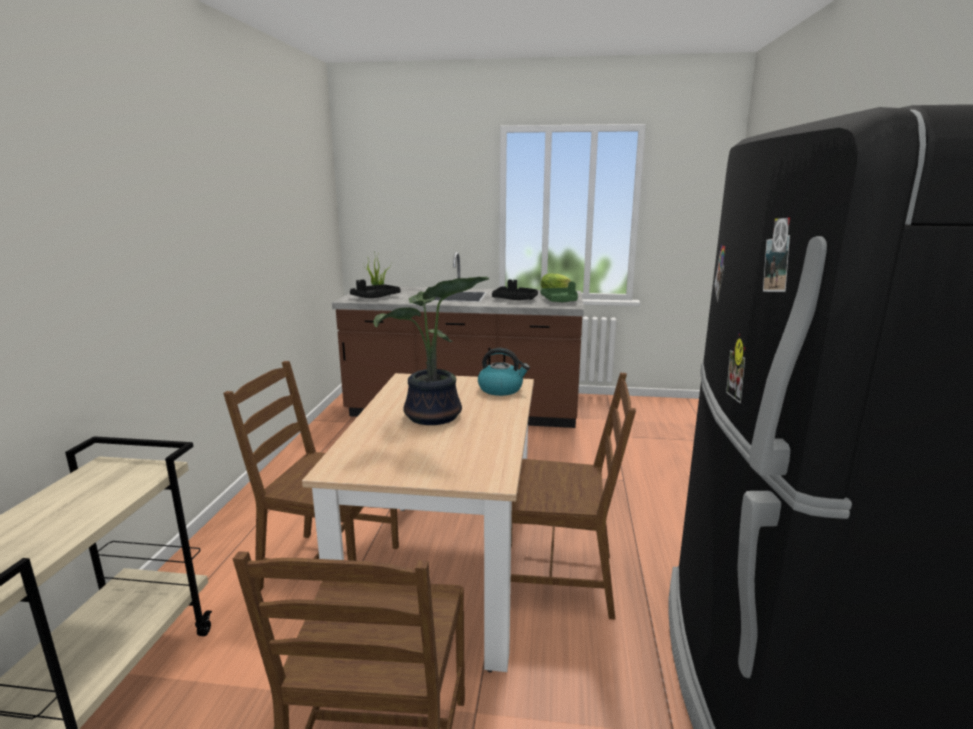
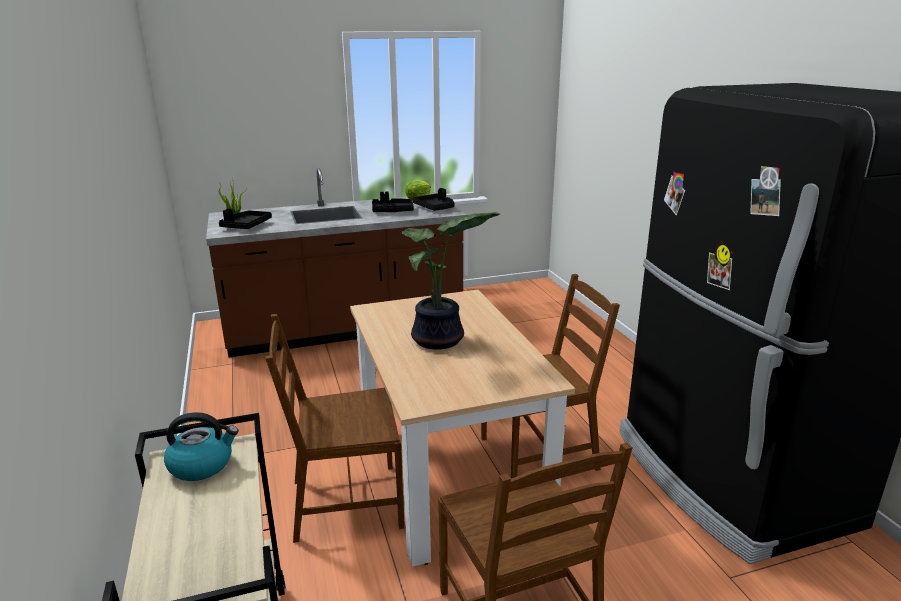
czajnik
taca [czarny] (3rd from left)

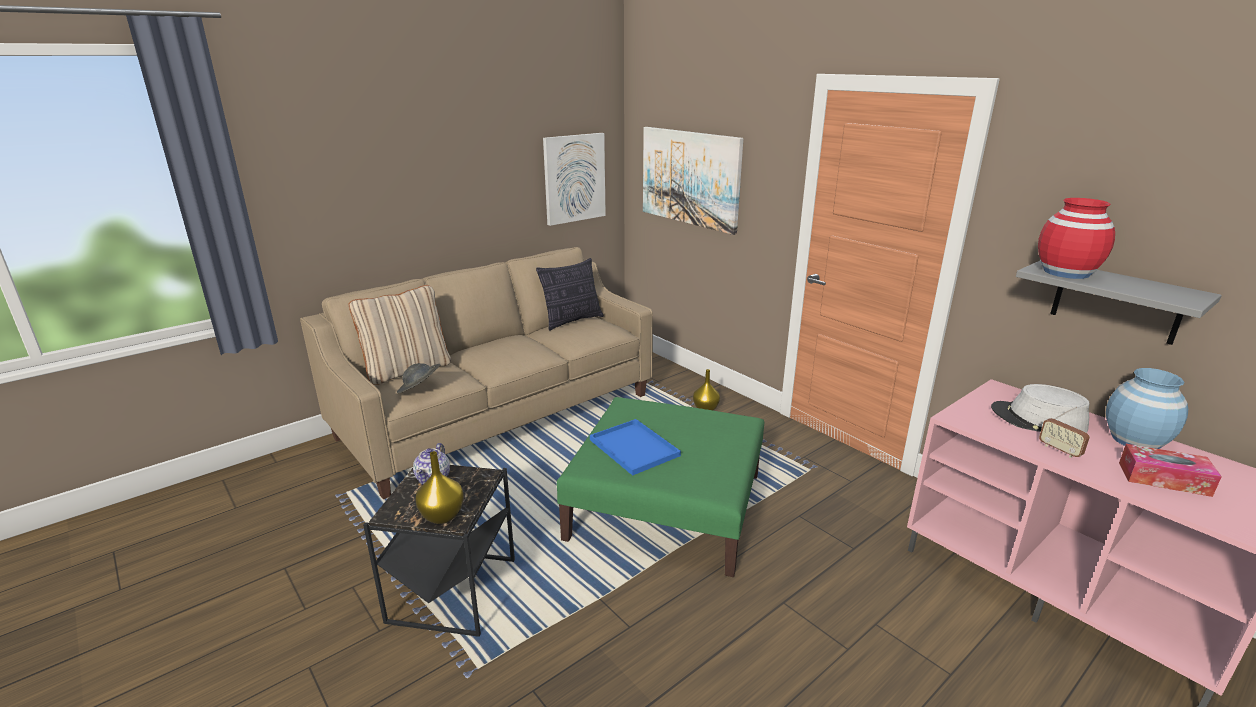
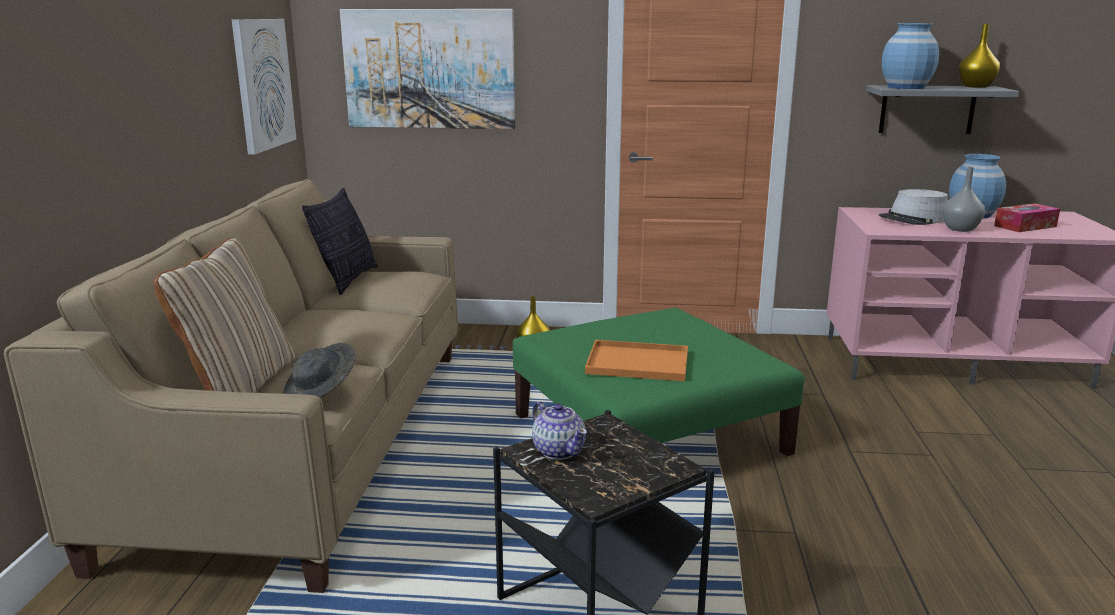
wazon [żółty] (2nd from left)
wazon [szary]
taca [pomarańczowy]
wazon [niebieski] (1st from left)

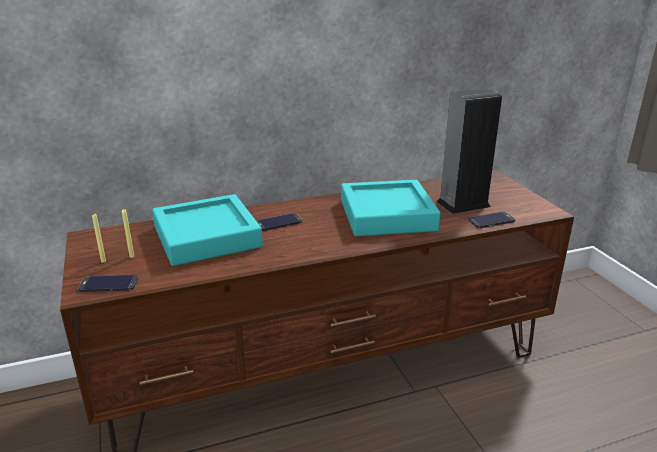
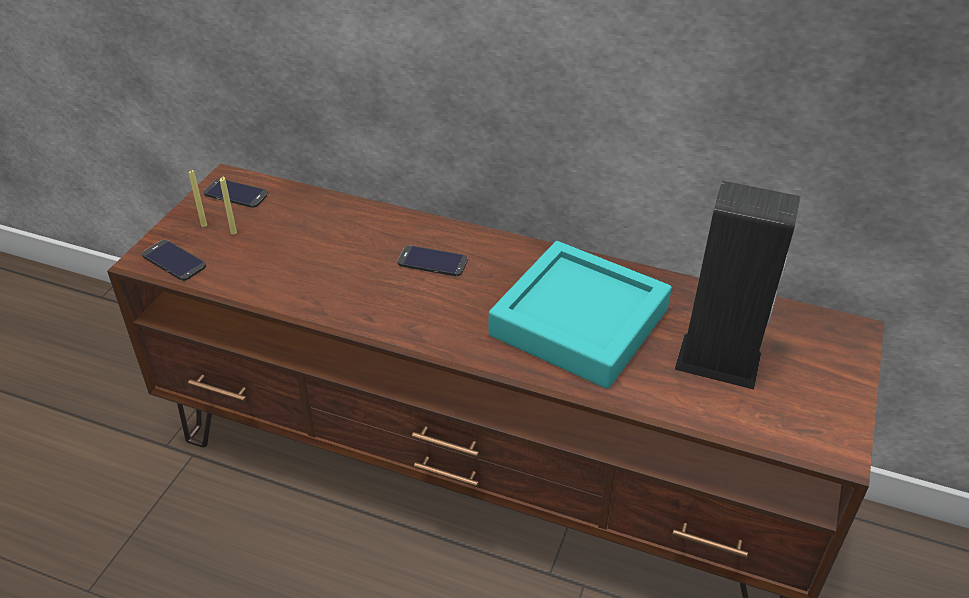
taca [turkusowy] (1st from left in the first image)
telefon (2nd from left)

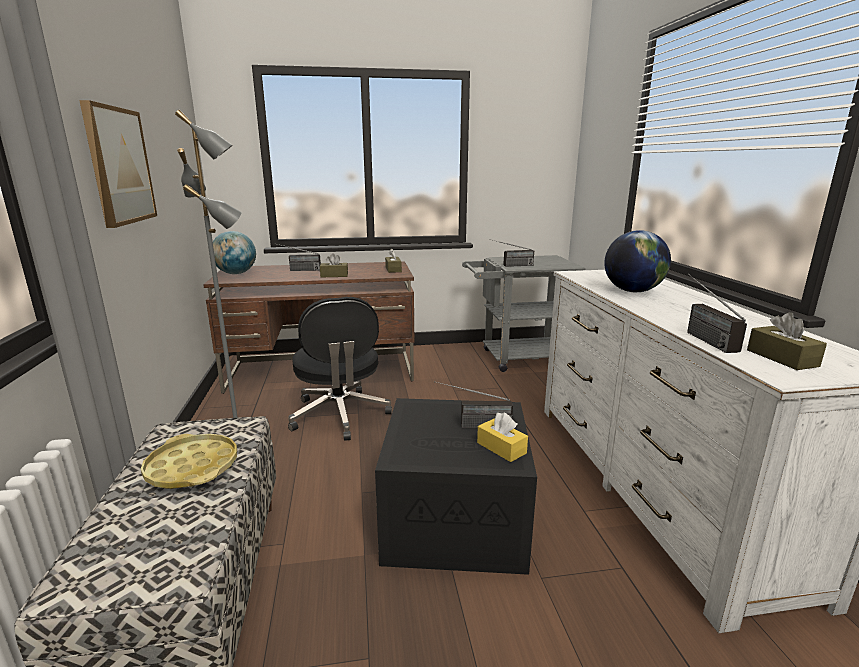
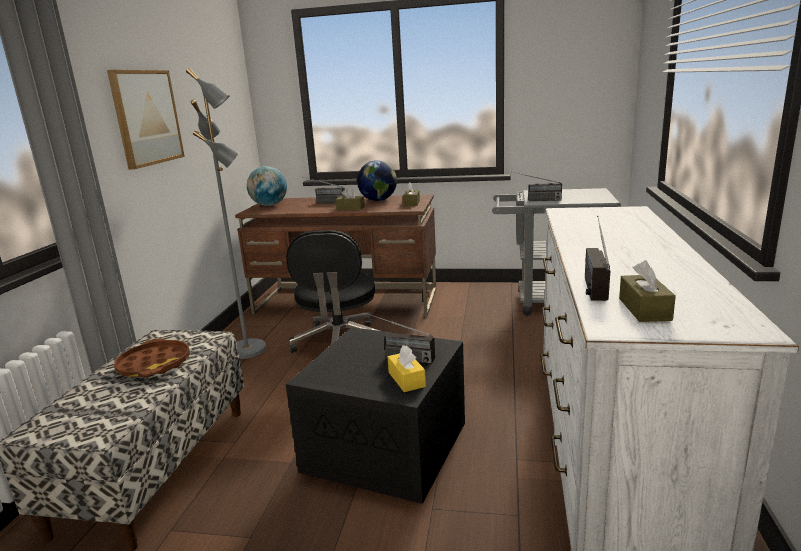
globus (2nd from left)
taca [brązowy]

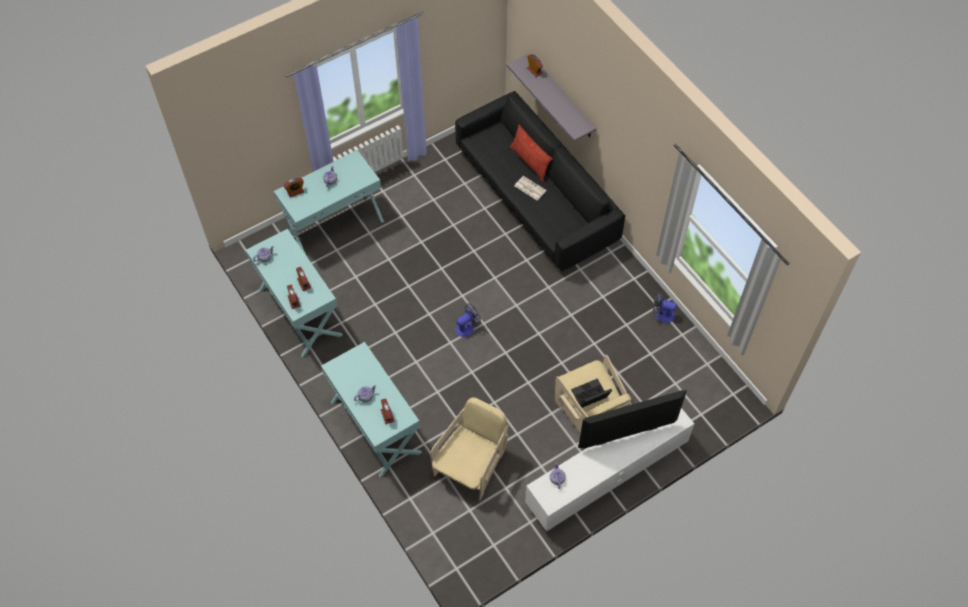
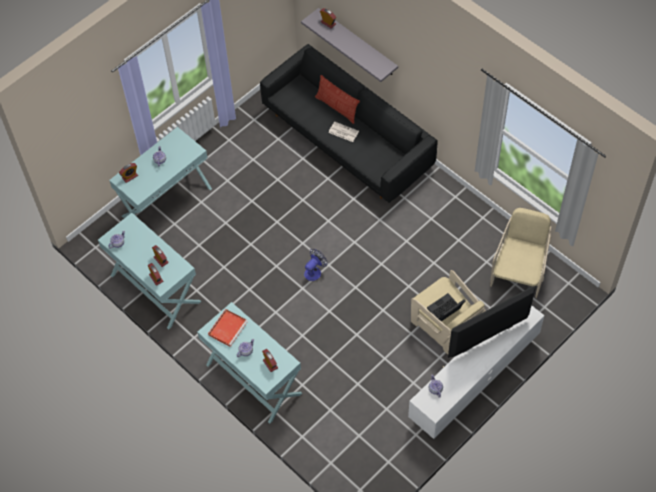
wentylator (2nd from left in the first image)
taca [czerwony]
fotel [beżowy] (2nd from left)

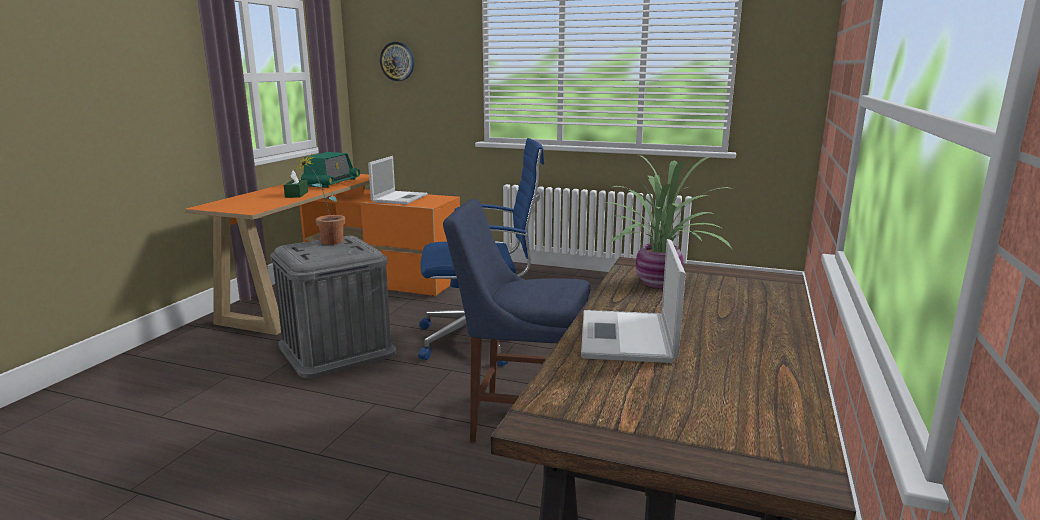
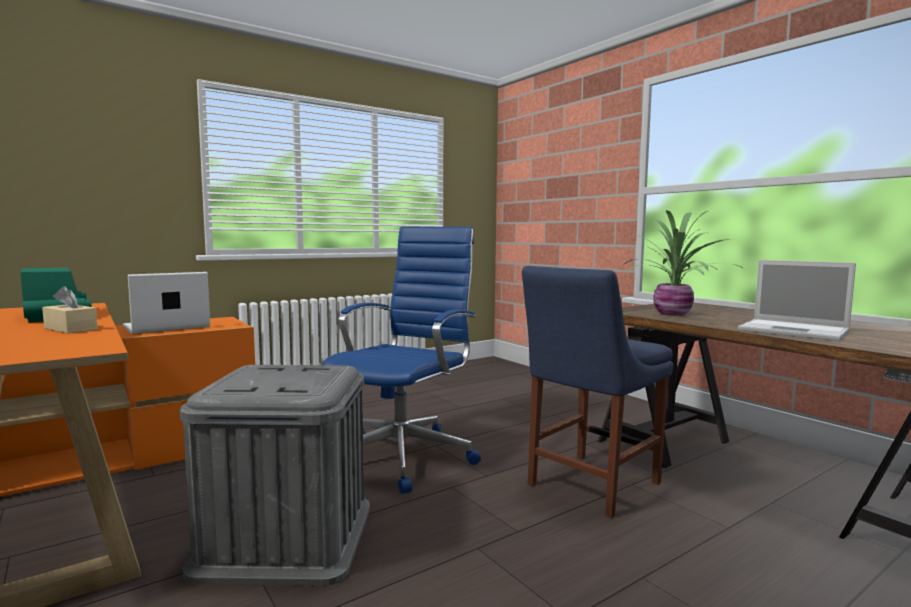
roślina doniczkowa (1st from left in the first image)
zegar ścienny
pudełko chusteczek [beżowy]
laptop (1st from left)

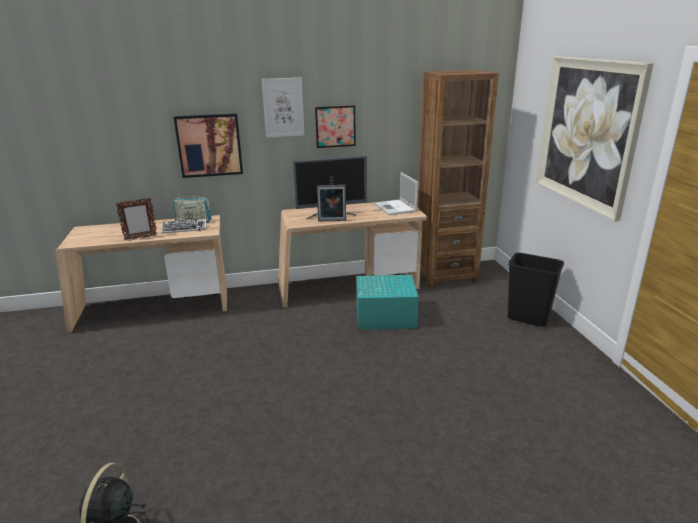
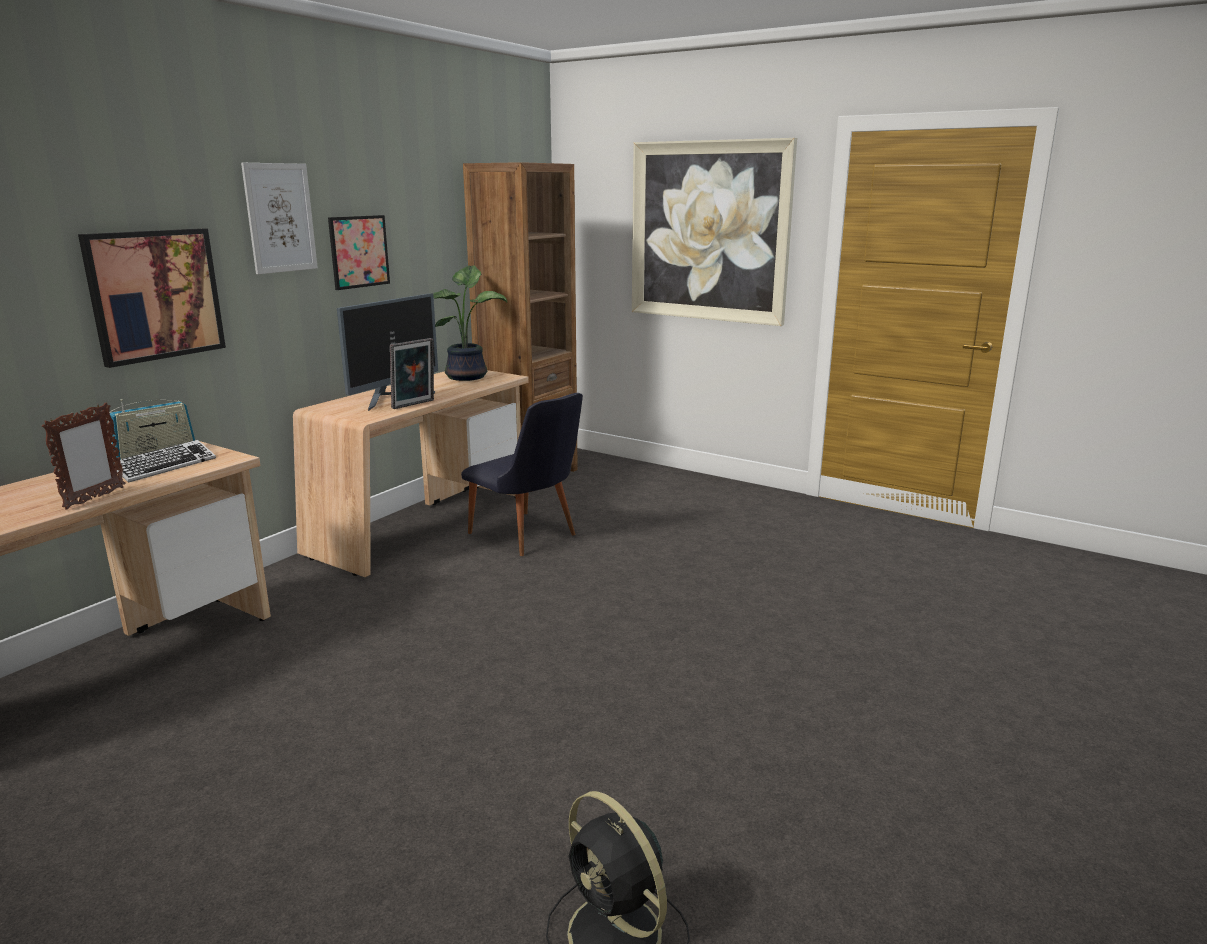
kosz na śmieci [czarny]
krzesło [czarny]
roślina doniczkowa

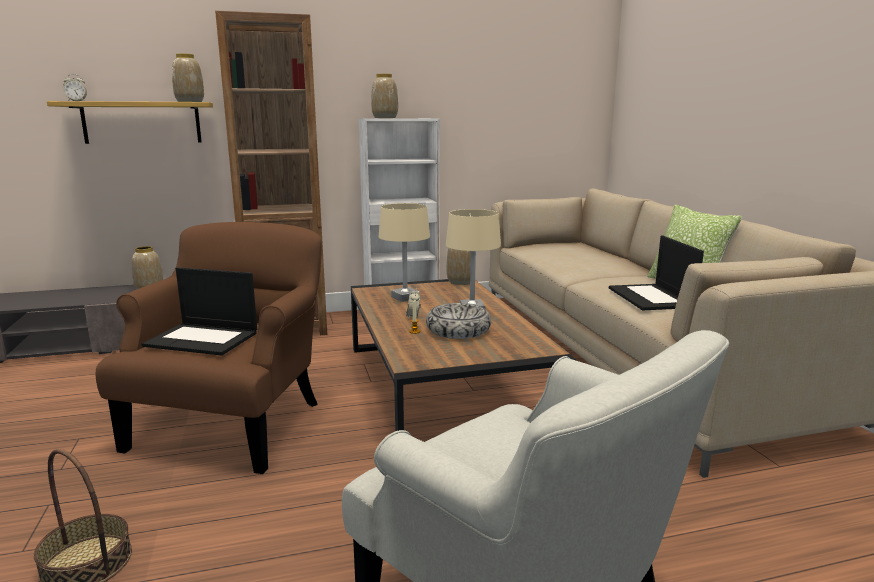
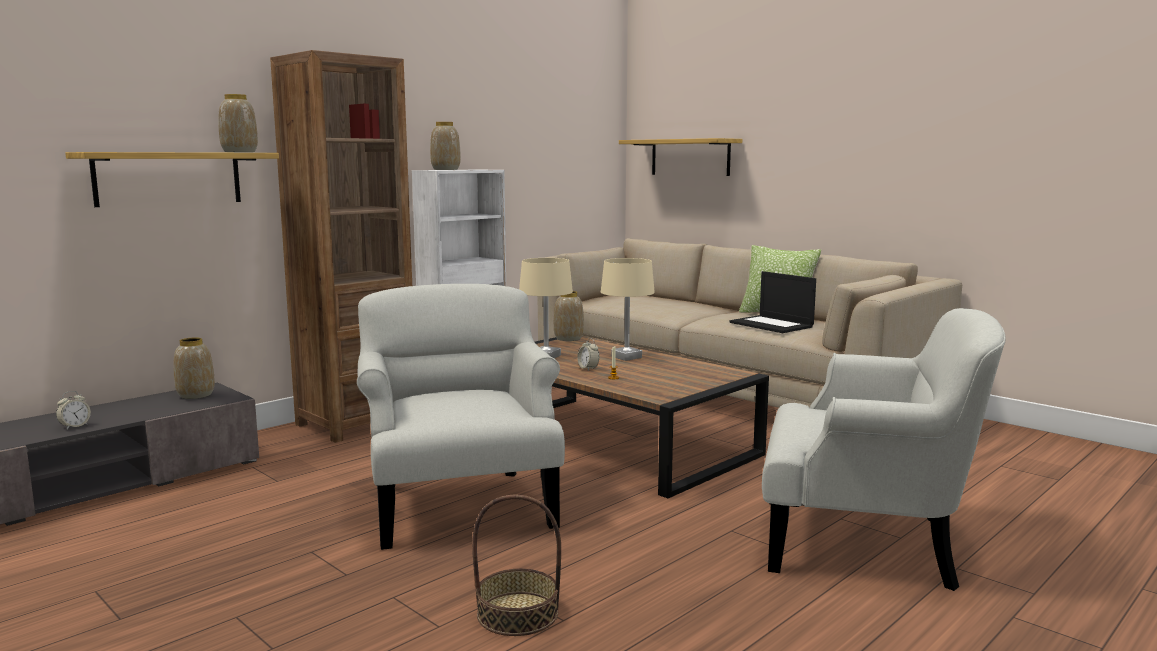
laptop (1st from left in the first image)
miska
półka (2nd from left)
budzik (1st from left)
fotel [biały] (1st from left)

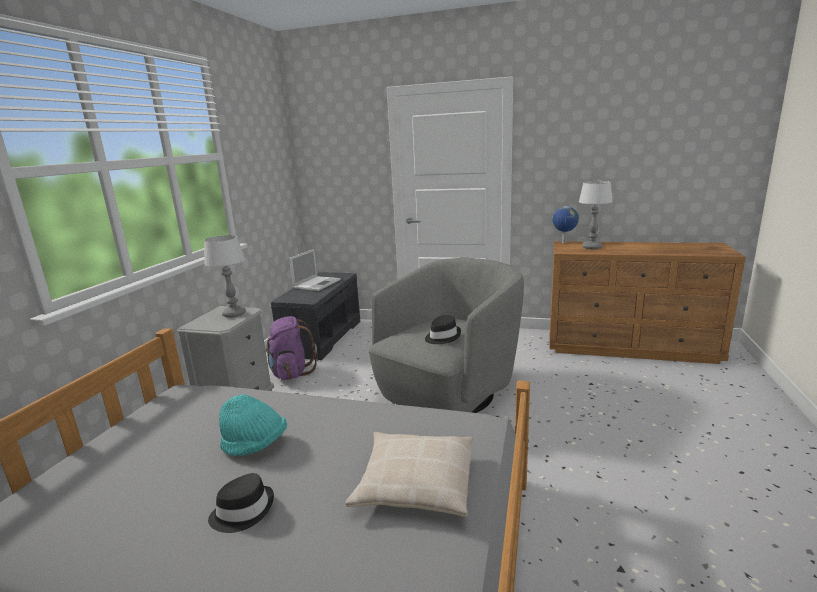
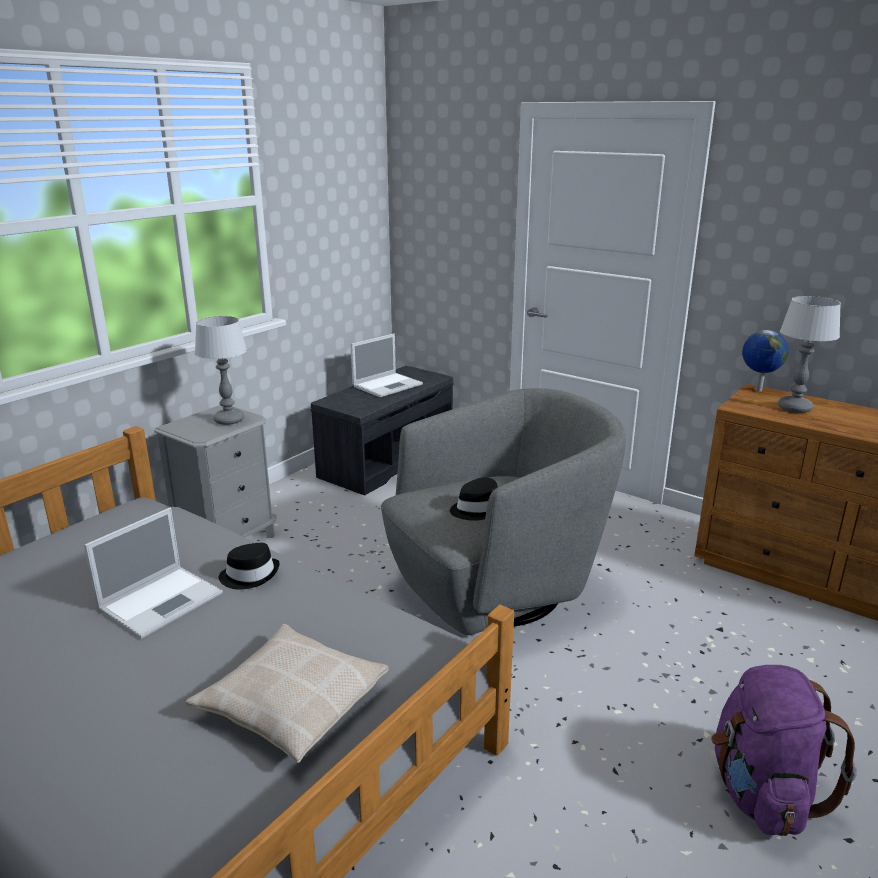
kapelusz [czarny] (1st from left)
plecak [fioletowy]
laptop (1st from left)

